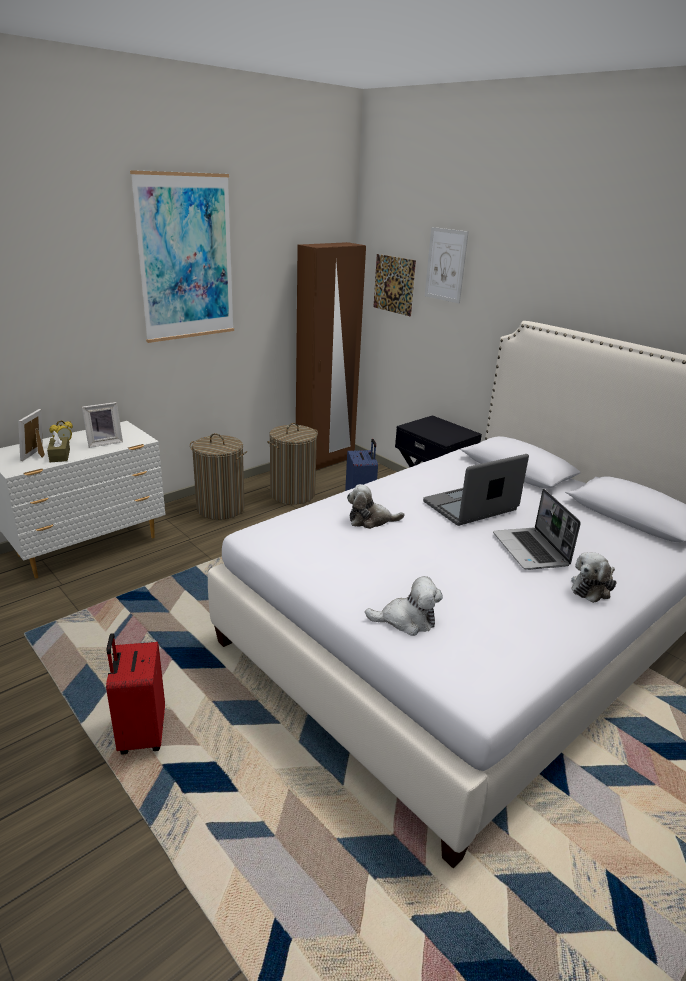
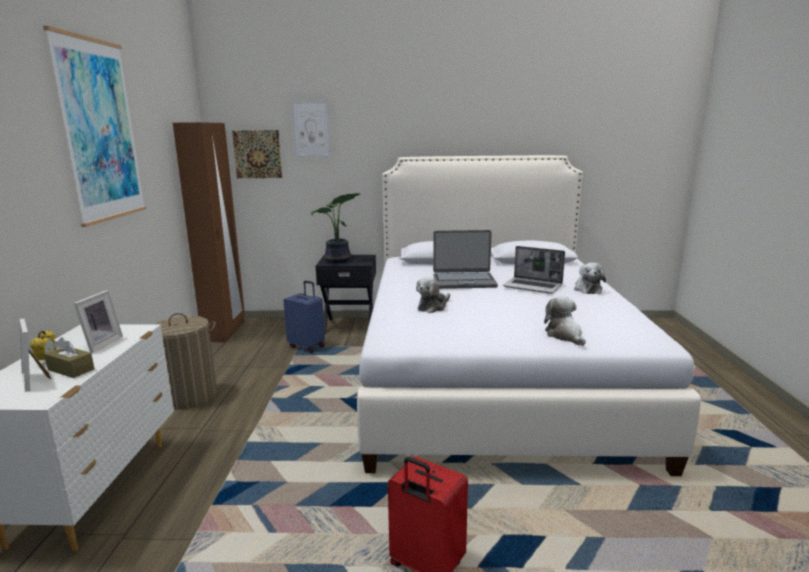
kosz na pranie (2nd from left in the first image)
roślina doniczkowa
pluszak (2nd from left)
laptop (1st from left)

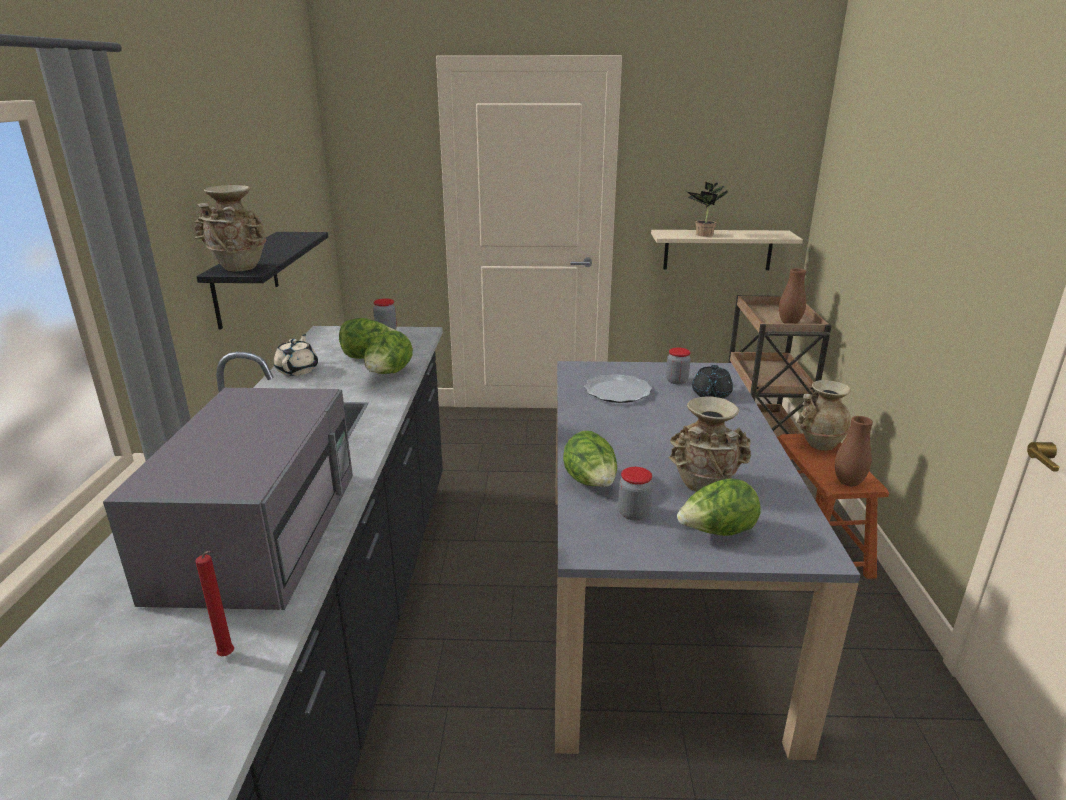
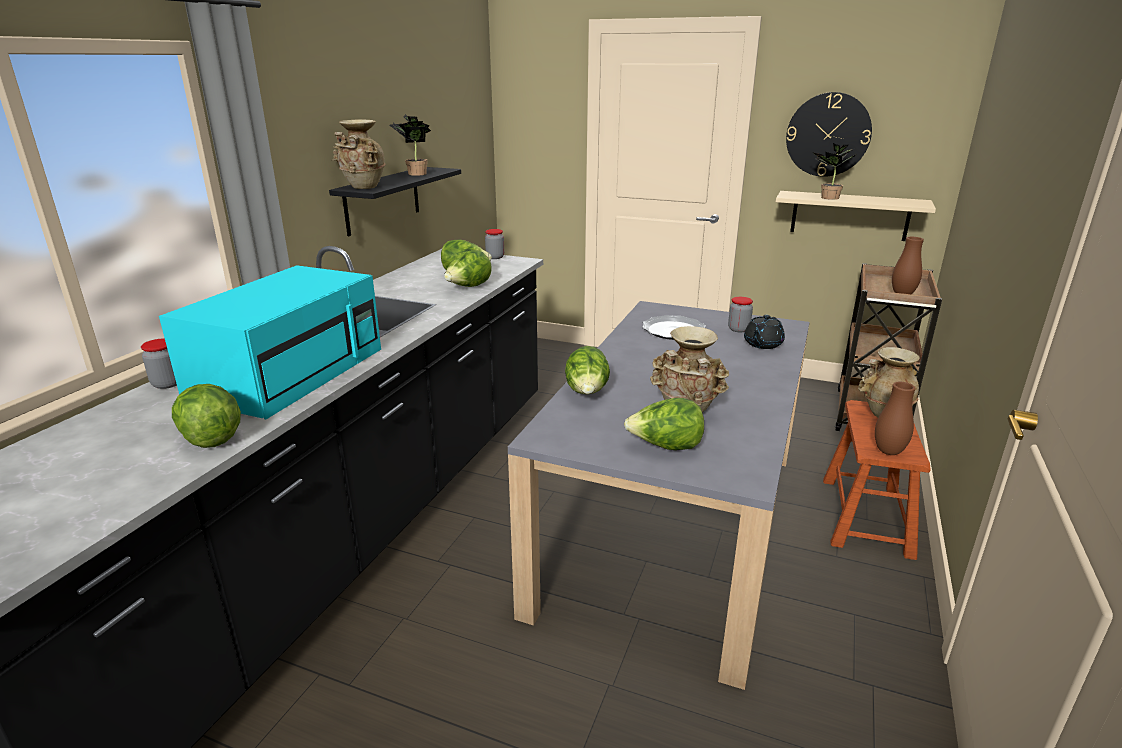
imbryk [beżowy]
roślina doniczkowa (1st from left)
zegar ścienny
słoik (1st from left)
sałata (1st from left)
mikrofalówka [turkusowy]

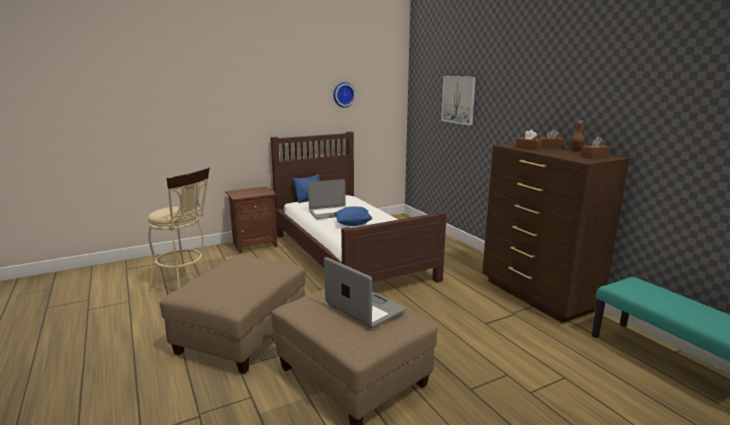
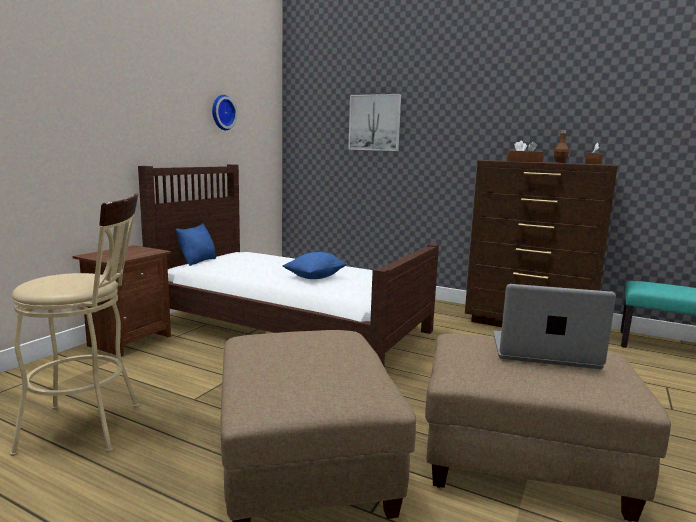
laptop (1st from left in the first image)

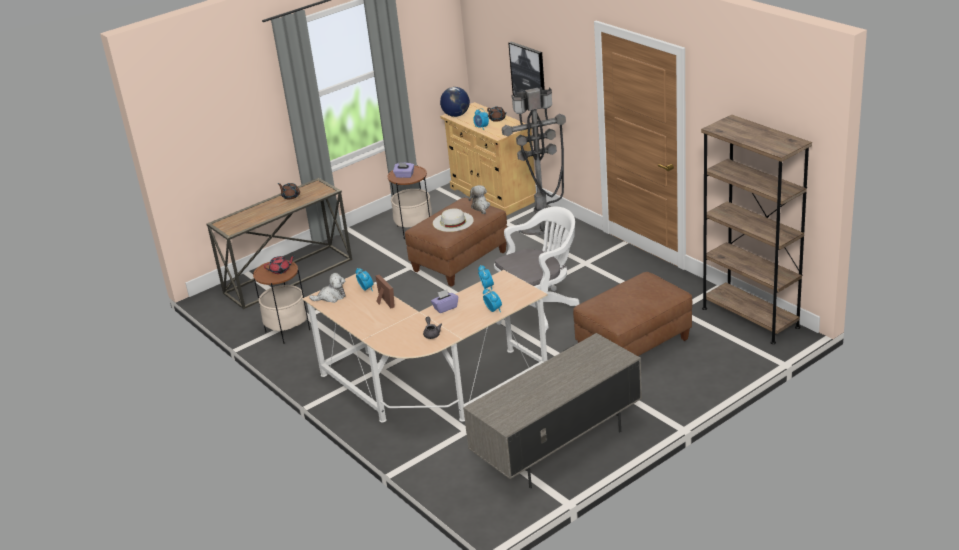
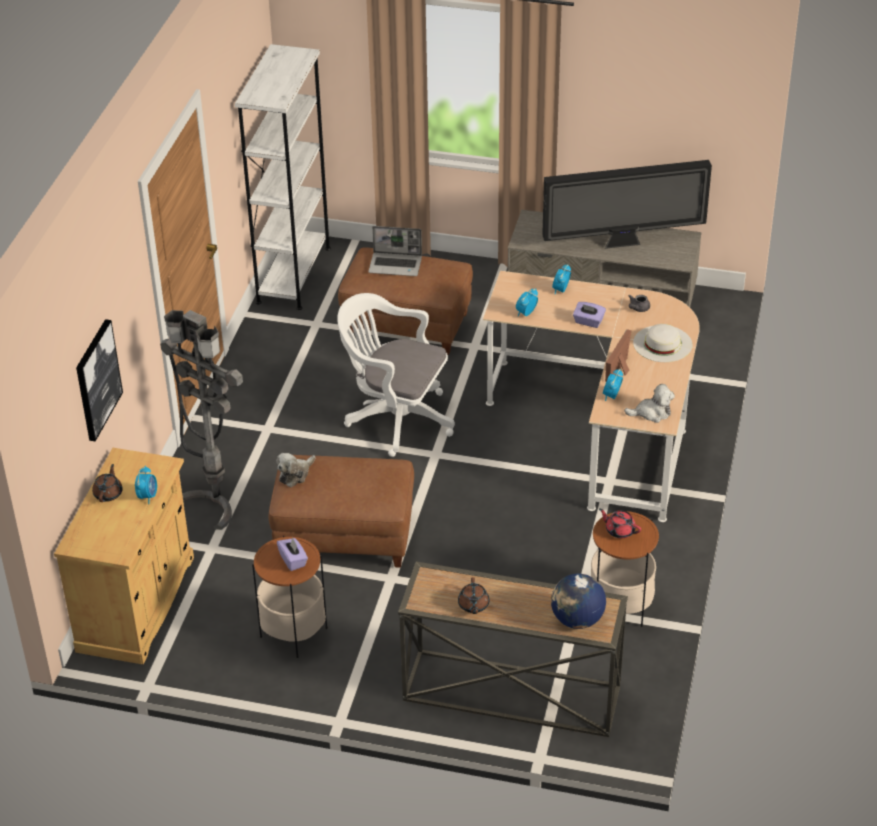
laptop
telewizor
kapelusz [biały]
globus
regał [biały]
pluszak (2nd from left)

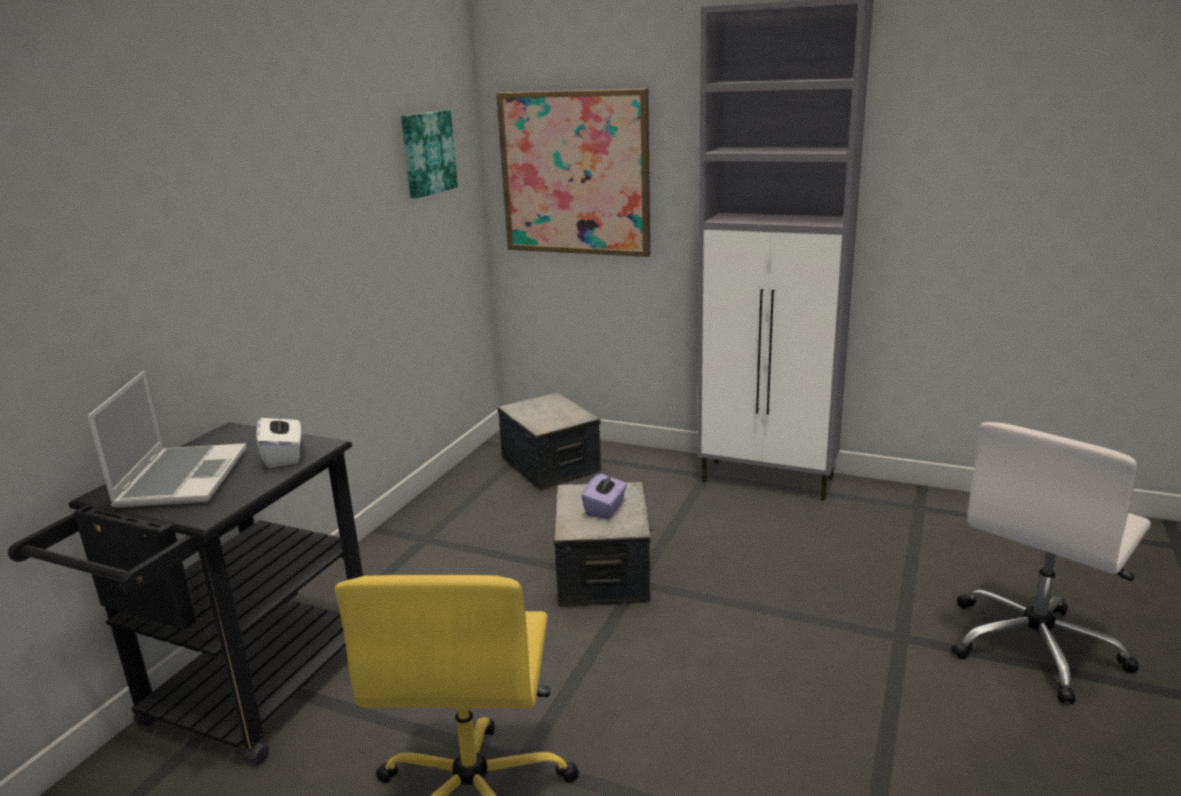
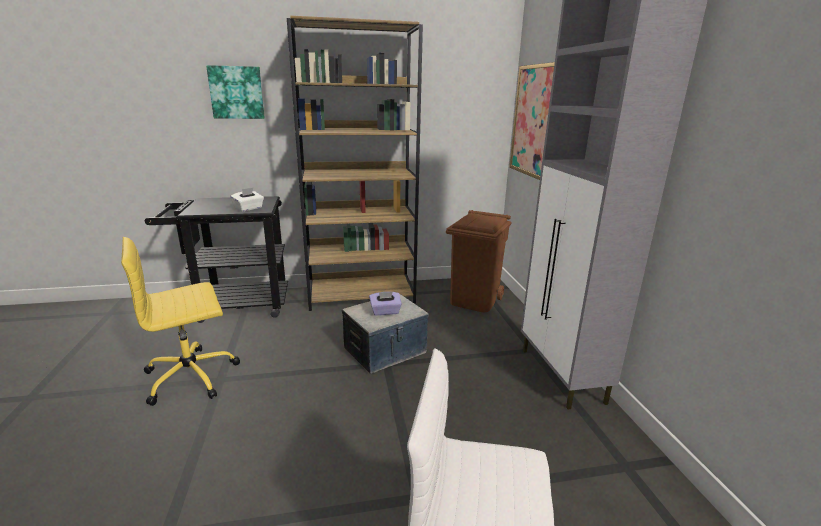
laptop
regał [brązowy]
obraz (1st from left)
kosz na śmieci [brązowy]

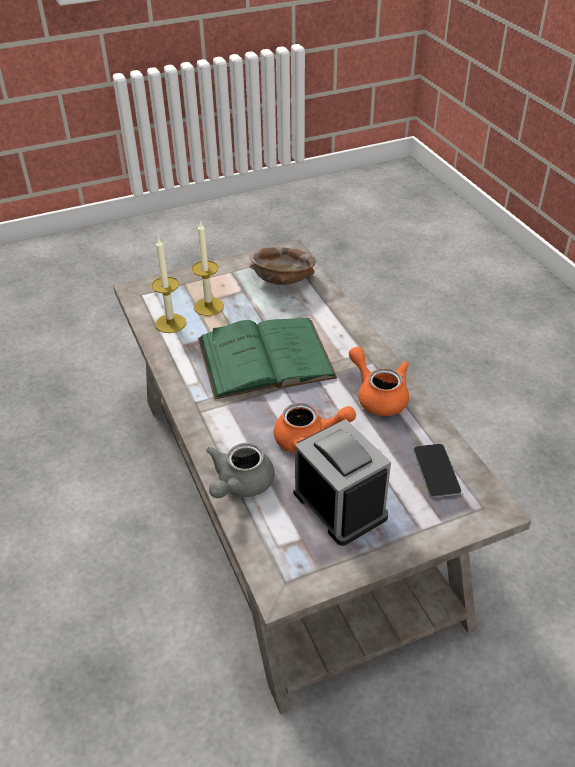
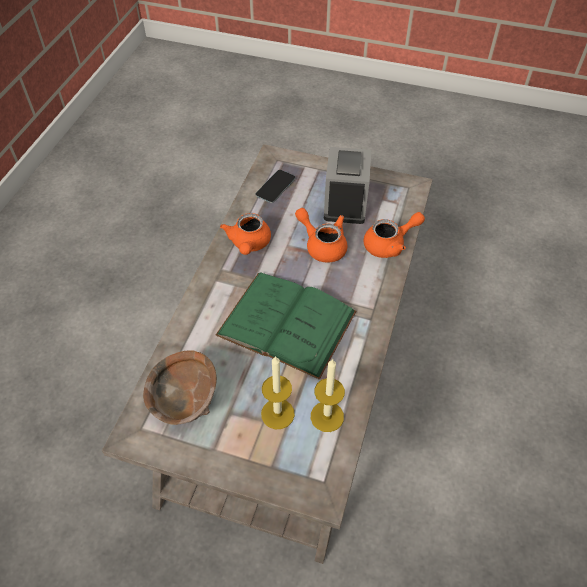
imbryk [pomarańczowy] (3rd from left)

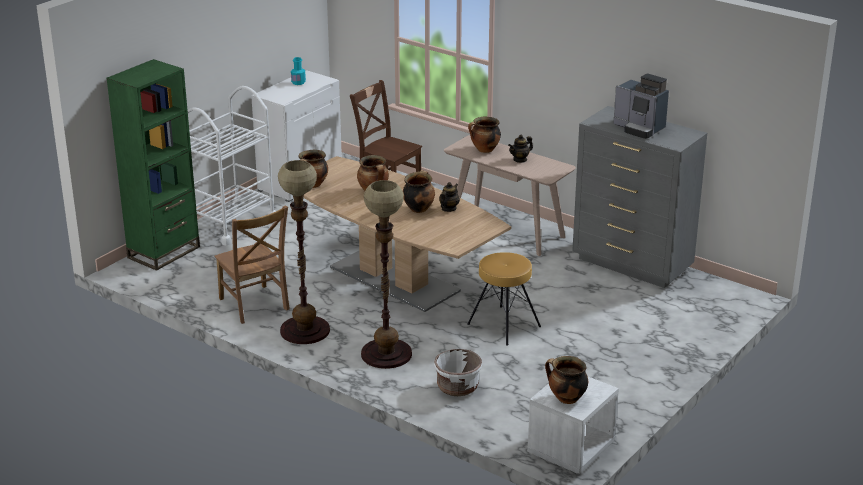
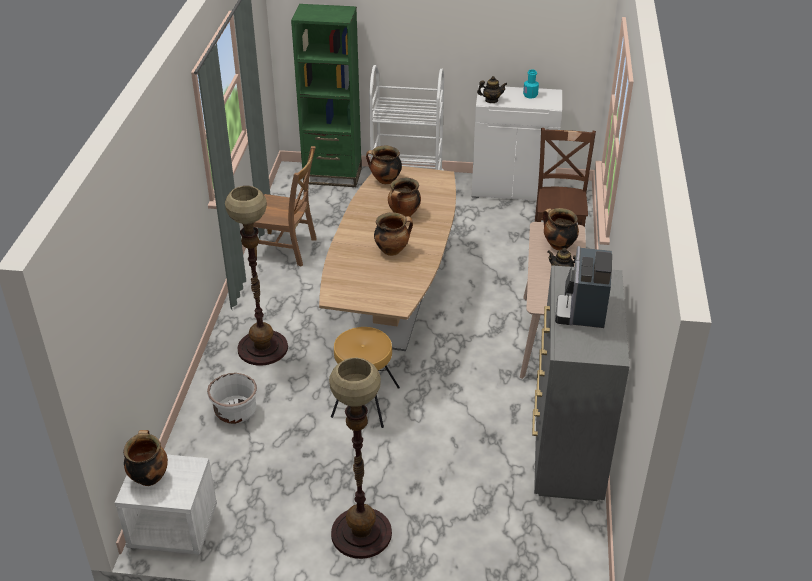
lampa stojąca (2nd from left)
imbryk (1st from left)
krzesło [brązowy] (1st from left)

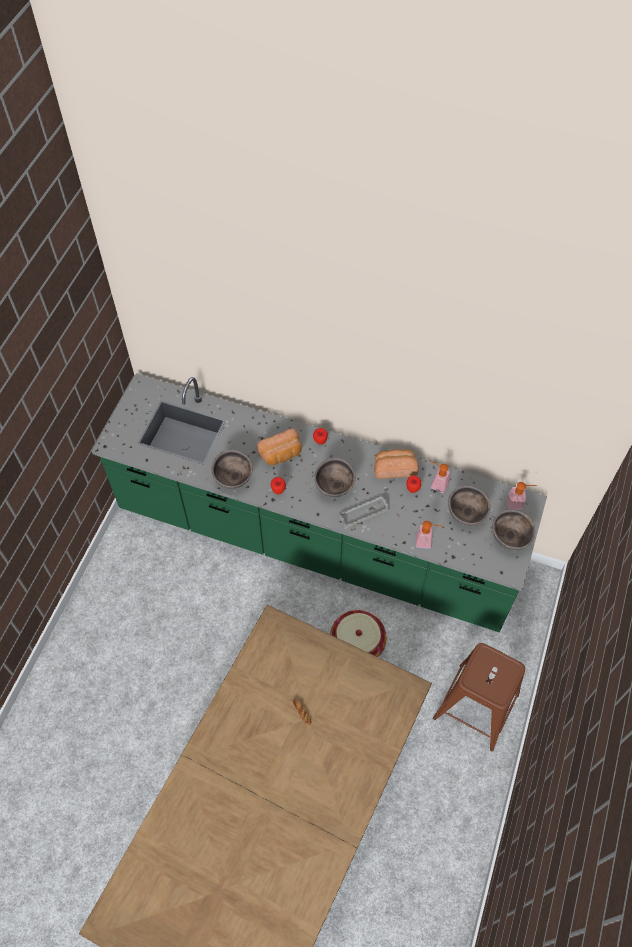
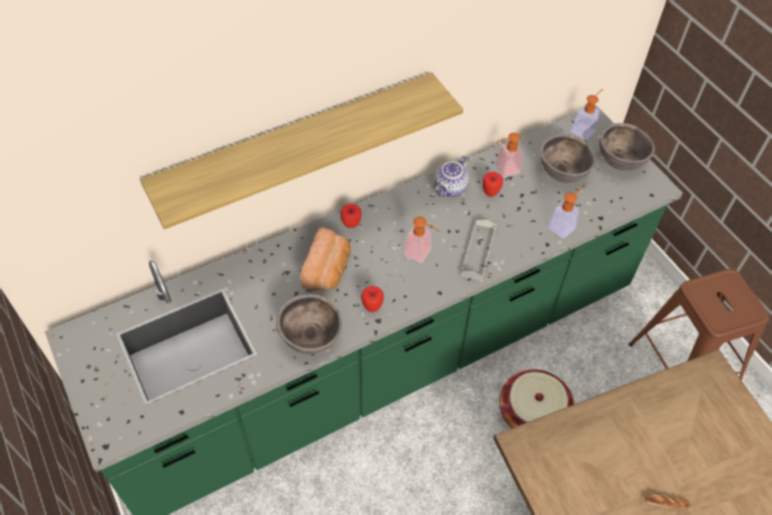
półka
dozownik mydła (1st from left)
imbryk

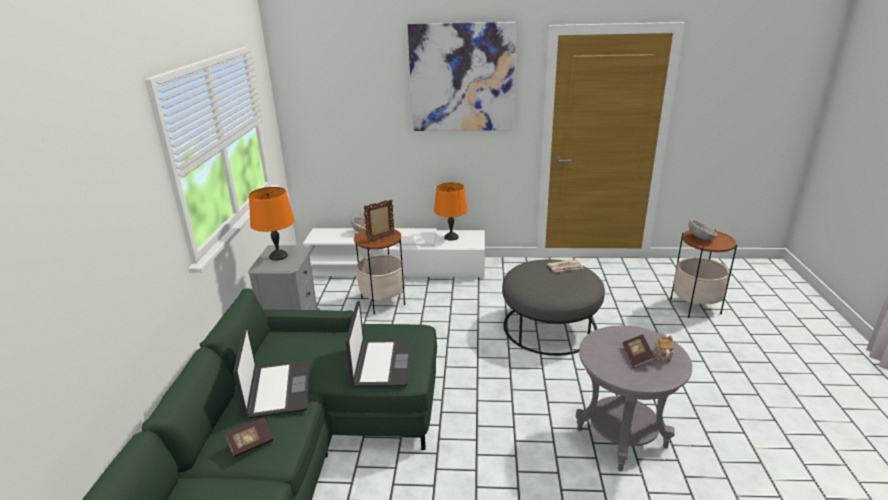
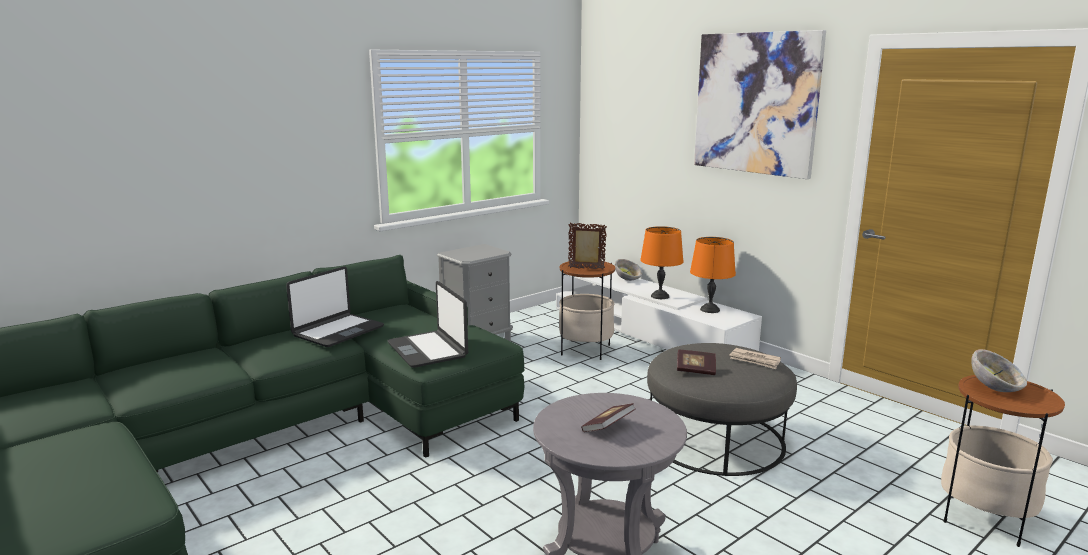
imbryk
książka (2nd from left)
lampa stołowa [pomarańczowy] (1st from left)
laptop (2nd from left)

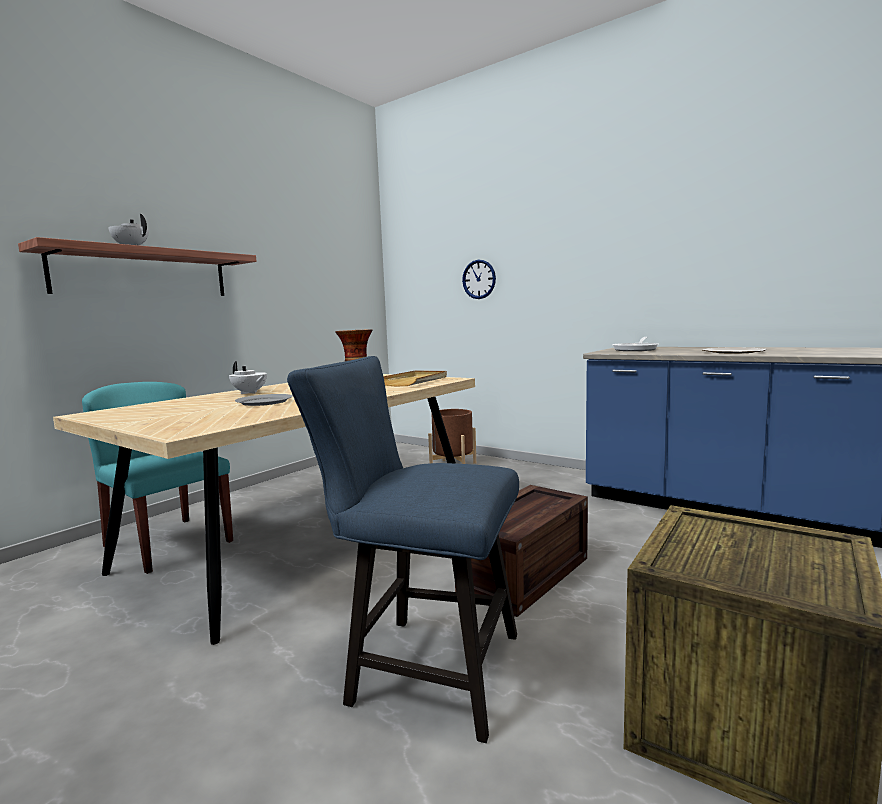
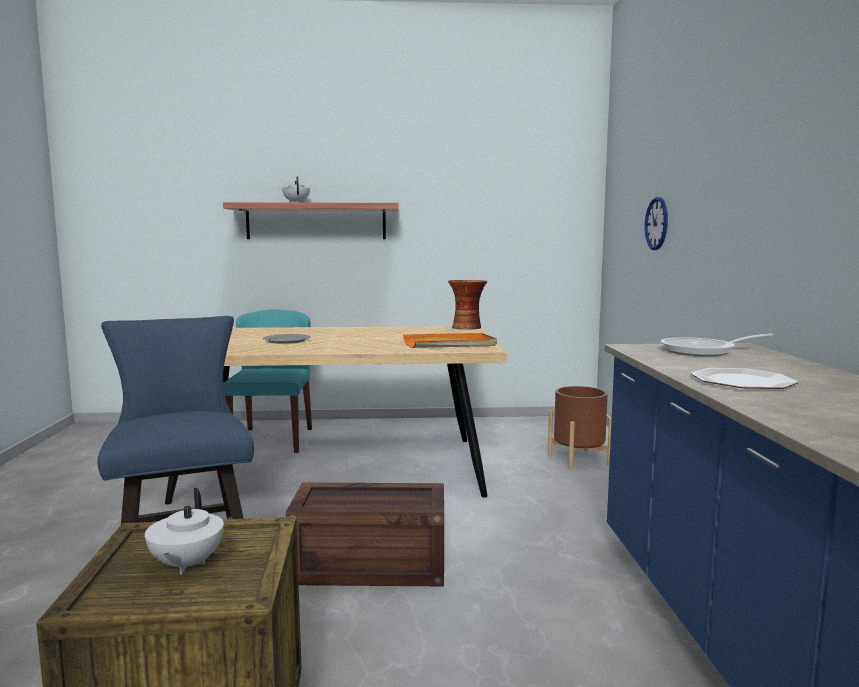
imbryk [biały] (1st from left)
taca [pomarańczowy]

